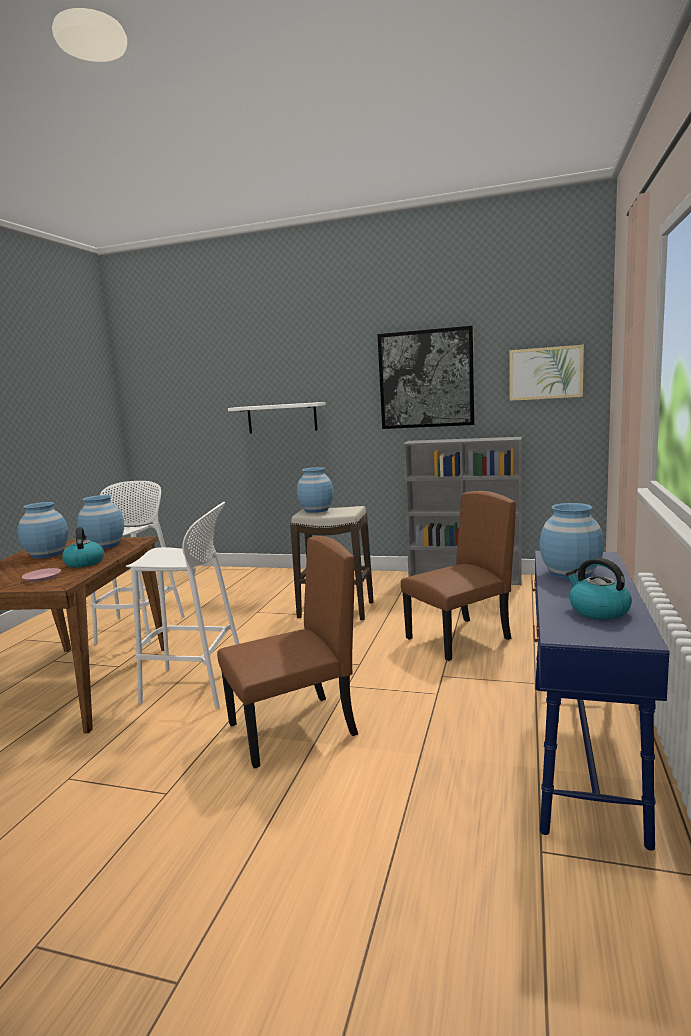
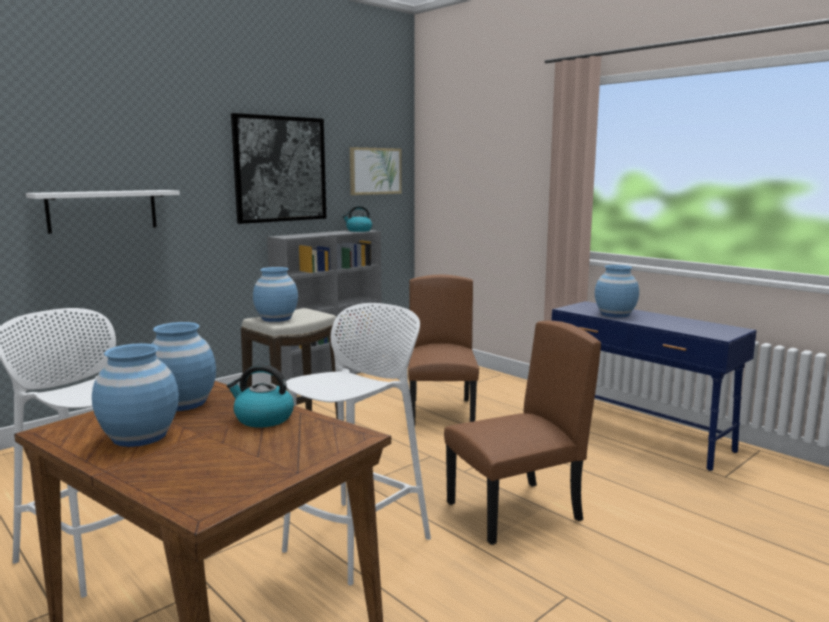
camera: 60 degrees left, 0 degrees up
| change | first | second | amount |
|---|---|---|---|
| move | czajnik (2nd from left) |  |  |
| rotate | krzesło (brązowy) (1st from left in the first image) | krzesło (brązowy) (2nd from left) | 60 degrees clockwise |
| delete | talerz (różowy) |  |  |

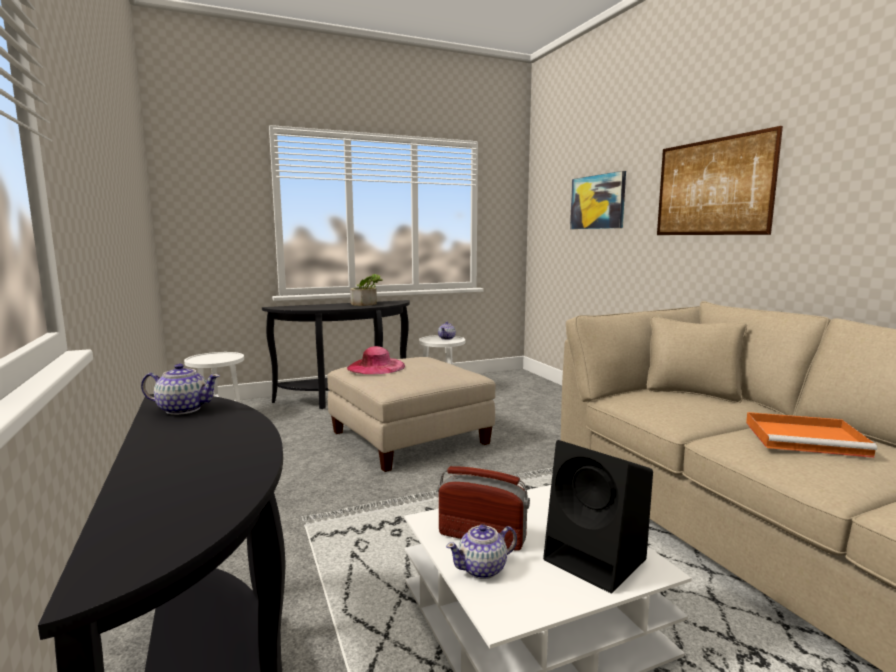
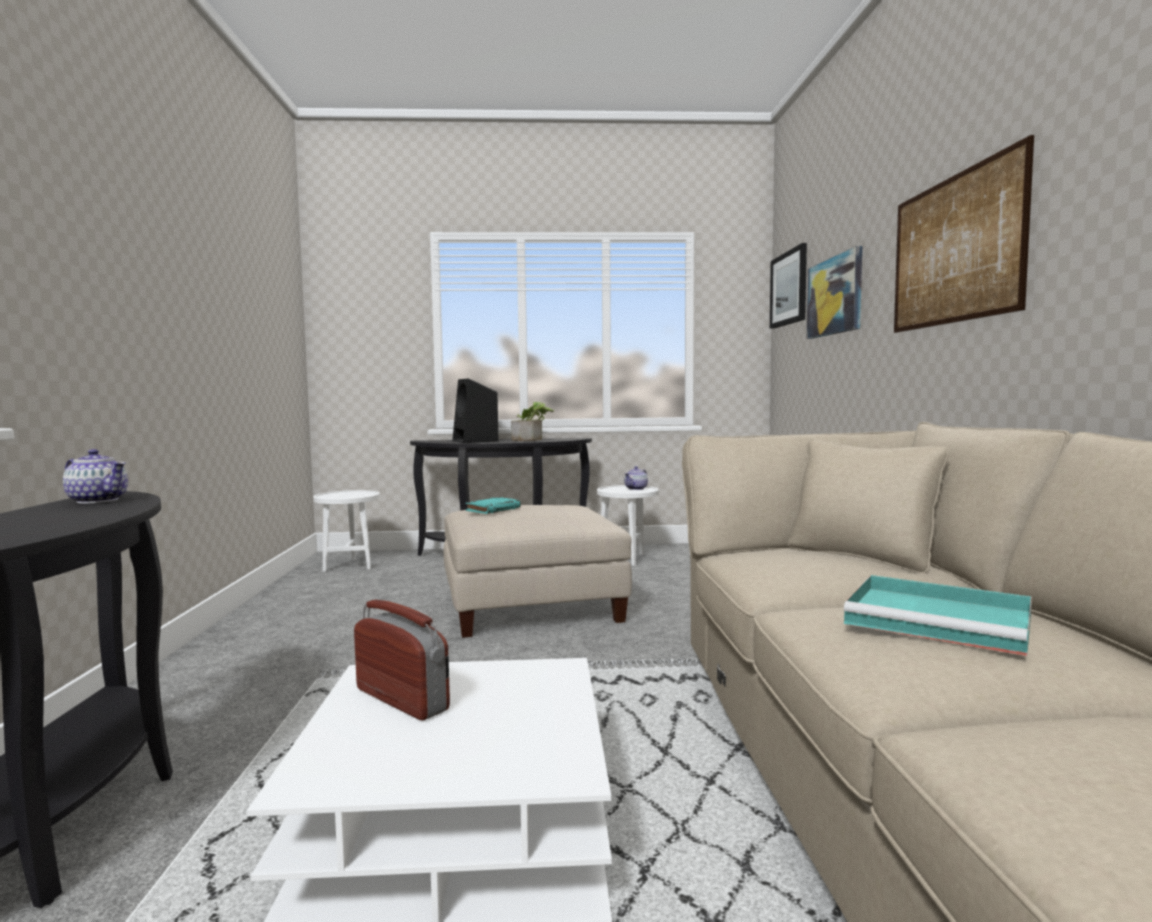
camera: 20 degrees right, 5 degrees down
| change | first | second | amount |
|---|---|---|---|
| move | głośnik (czarny) |  |  |
| replace | kapelusz (różowy) | książka (turkusowy) |  |
| insert |  | obraz (1st from left) |  |
| recolor | taca (pomarańczowy) | taca (turkusowy) |  |
| delete | imbryk (3rd from left) |  |  |

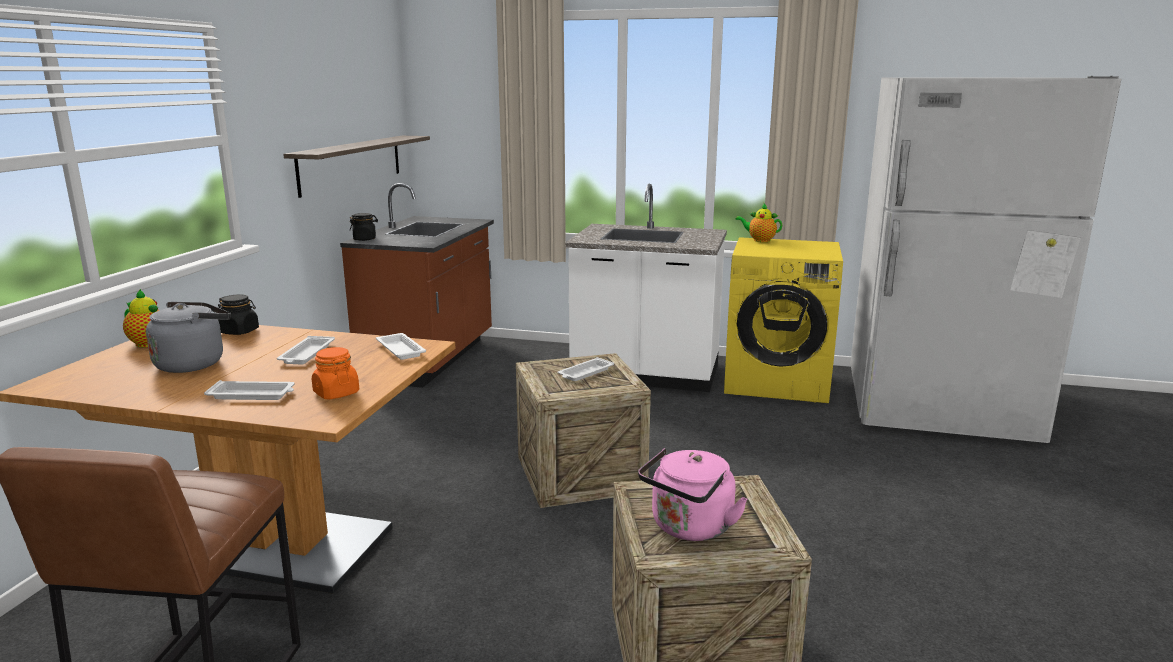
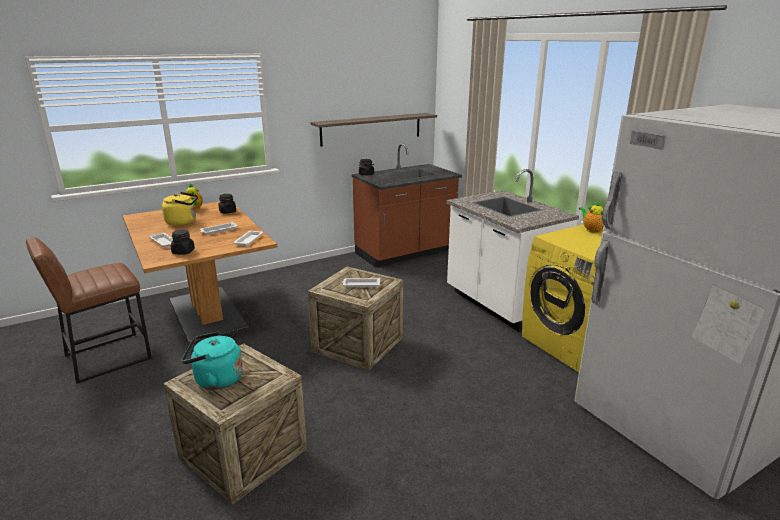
camera: 45 degrees right, 5 degrees up
| change | first | second | amount |
|---|---|---|---|
| recolor | czajnik (szary) | czajnik (żółty) |  |
| recolor | słoik (pomarańczowy) | słoik (czarny) (1st from left) |  |
| recolor | czajnik (różowy) | czajnik (turkusowy) |  |

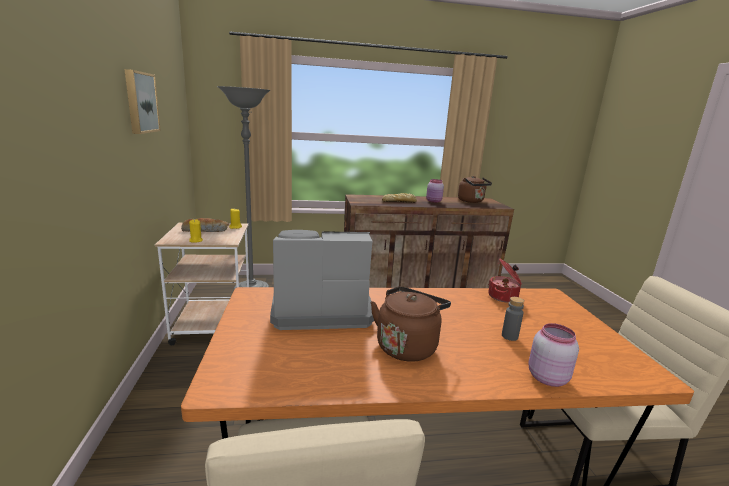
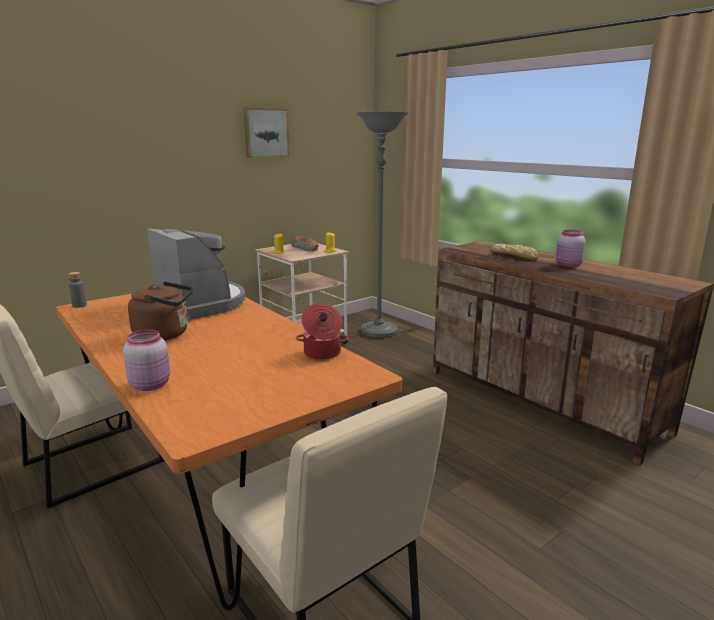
camera: 60 degrees right, 0 degrees up
| change | first | second | amount |
|---|---|---|---|
| move | butelka (szary) |  |  |
| delete | czajnik (brązowy) (2nd from left) |  |  |

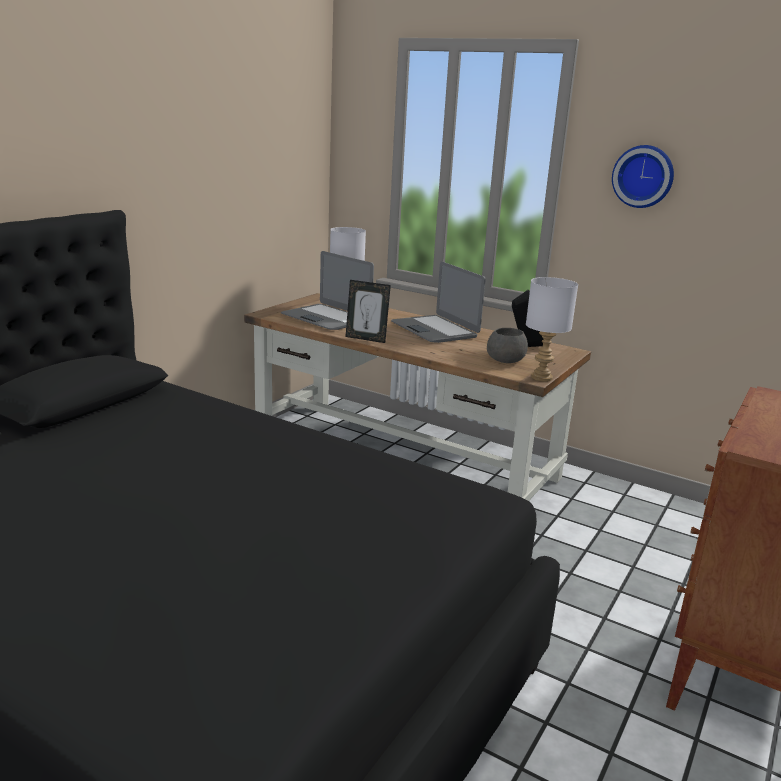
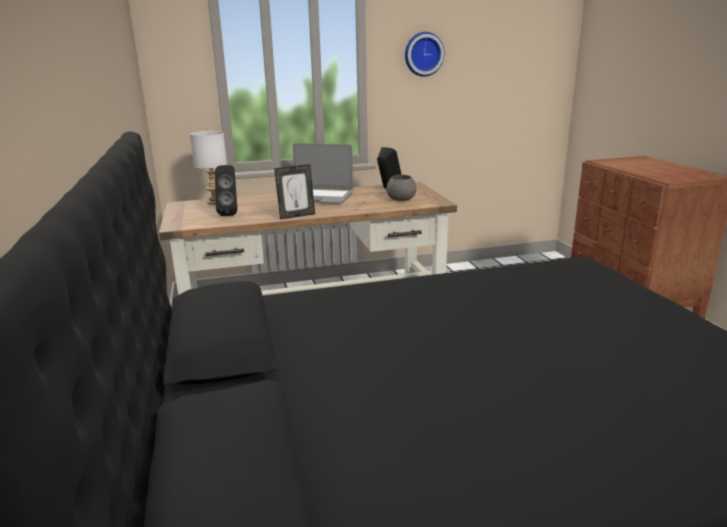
camera: 45 degrees left, 0 degrees up
| change | first | second | amount |
|---|---|---|---|
| replace | laptop (1st from left) | głośnik (czarny) (1st from left) |  |
| delete | lampa stołowa (biały) (2nd from left) |  |  |

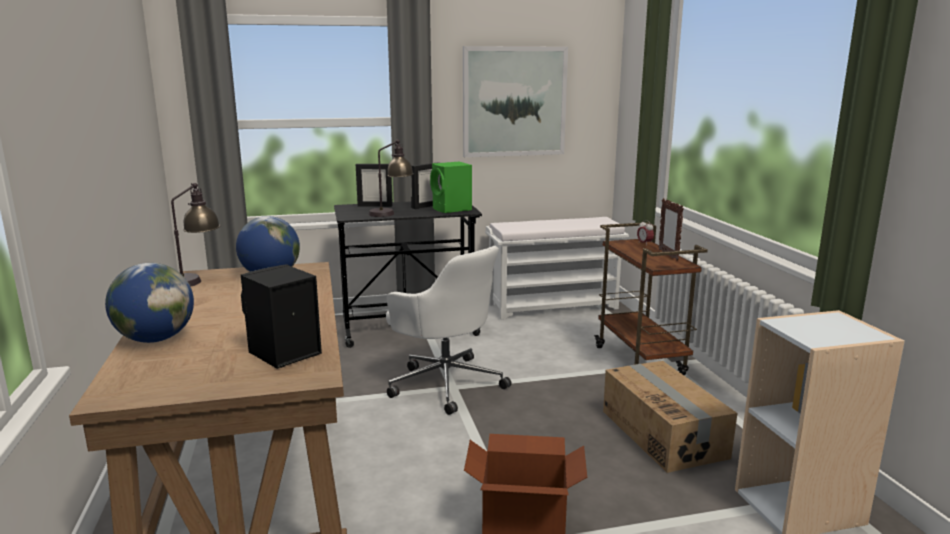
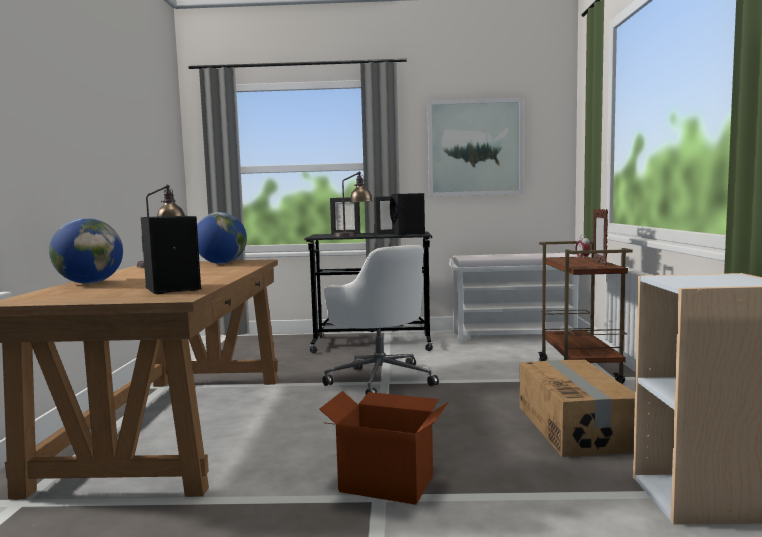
camera: 15 degrees right, 10 degrees down
| change | first | second | amount |
|---|---|---|---|
| recolor | głośnik (zielony) | głośnik (czarny) (2nd from left) |  |

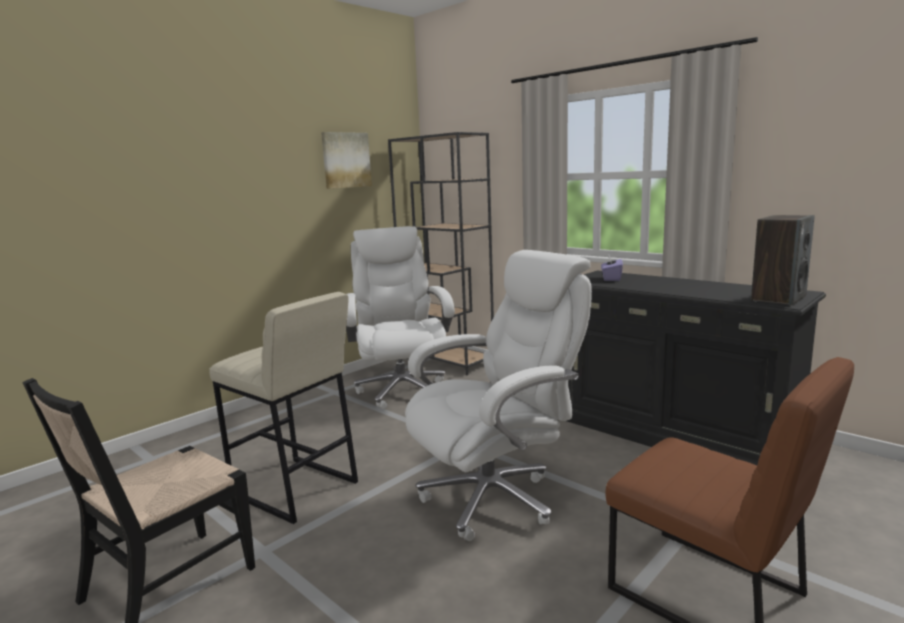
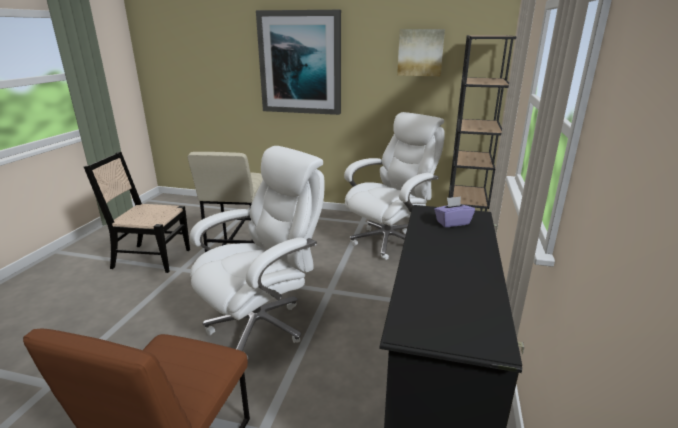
camera: 60 degrees right, 10 degrees up
| change | first | second | amount |
|---|---|---|---|
| rotate | krzesło biurowe (biały) (2nd from left in the first image) | krzesło biurowe (biały) (1st from left) | 75 degrees counterclockwise |
| insert |  | obraz (1st from left) |  |
| delete | głośnik |  |  |

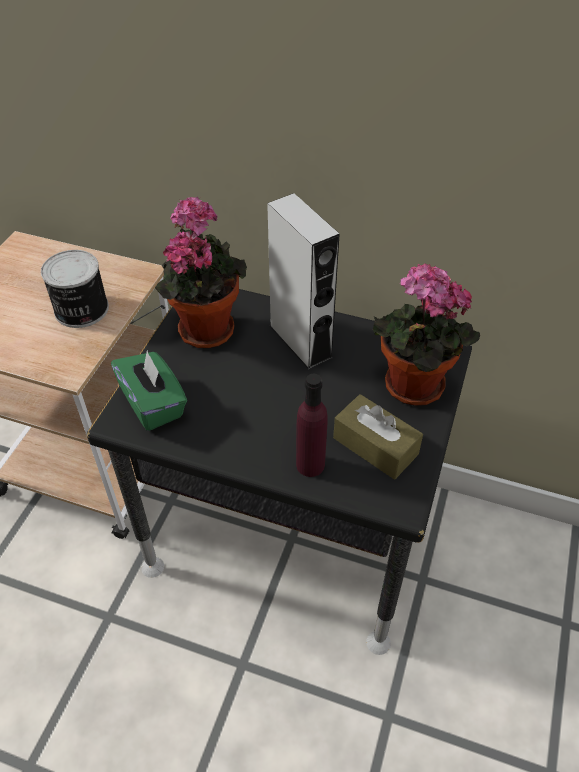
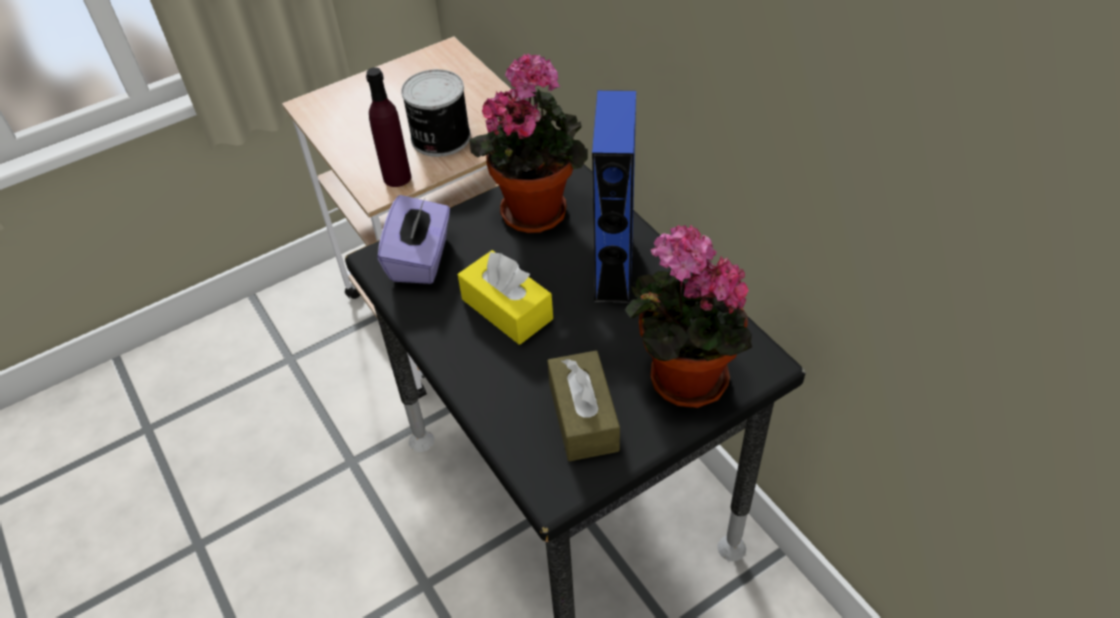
camera: 40 degrees right, 0 degrees up
| change | first | second | amount |
|---|---|---|---|
| move | butelka (fioletowy) |  |  |
| recolor | pudełko chusteczek (zielony) | pudełko chusteczek (fioletowy) |  |
| insert |  | pudełko chusteczek (żółty) |  |
| recolor | głośnik (szary) | głośnik (niebieski) |  |

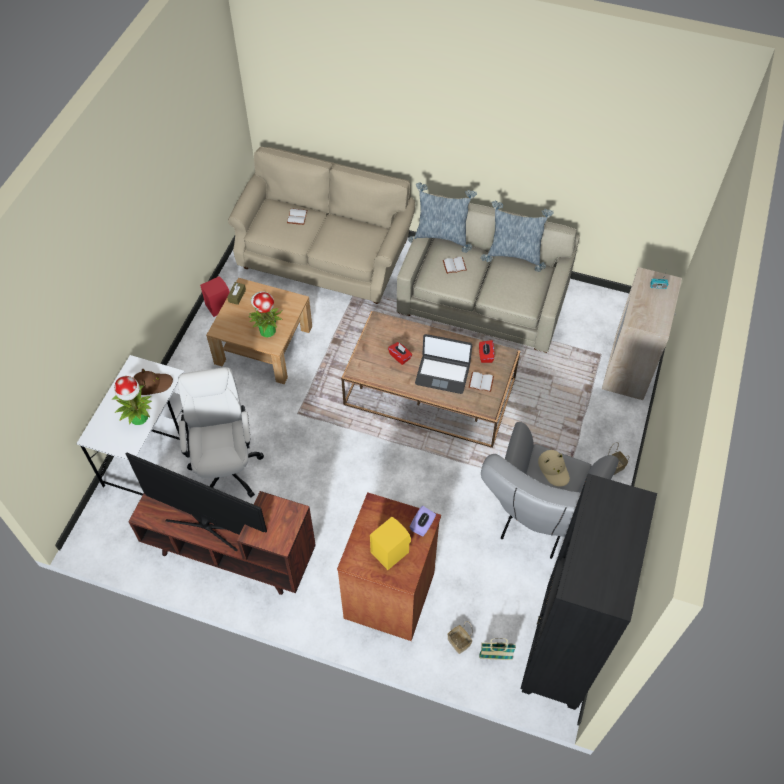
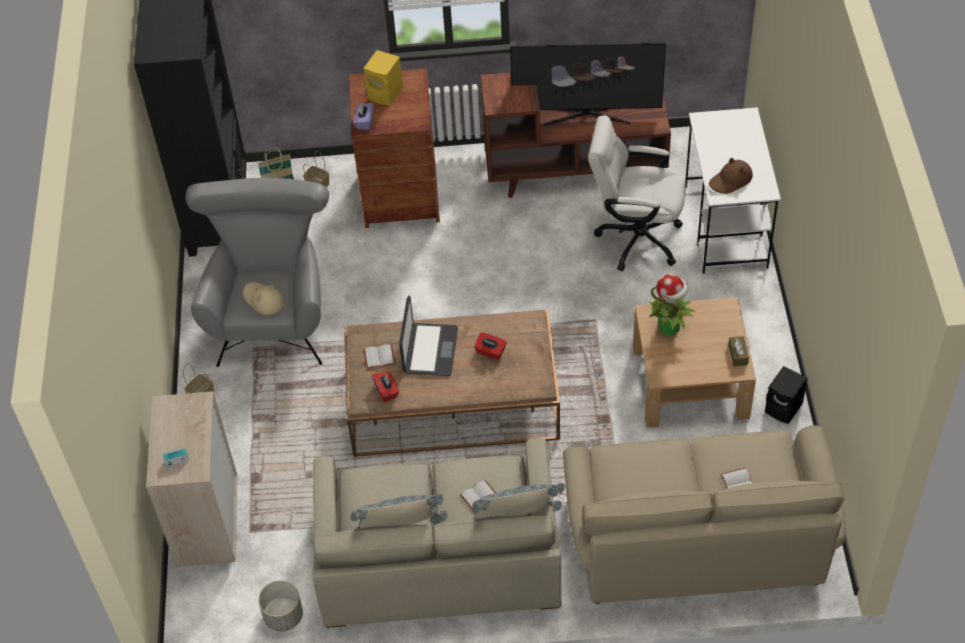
camera: 160 degrees right, 5 degrees down
| change | first | second | amount |
|---|---|---|---|
| insert |  | donica (szary) |  |
| rotate | laptop |  | 105 degrees clockwise |
| rotate | krzesło biurowe (biały) |  | 135 degrees clockwise |
| recolor | głośnik (czerwony) | głośnik (czarny) |  |
| delete | roślina doniczkowa (1st from left) |  |  |

